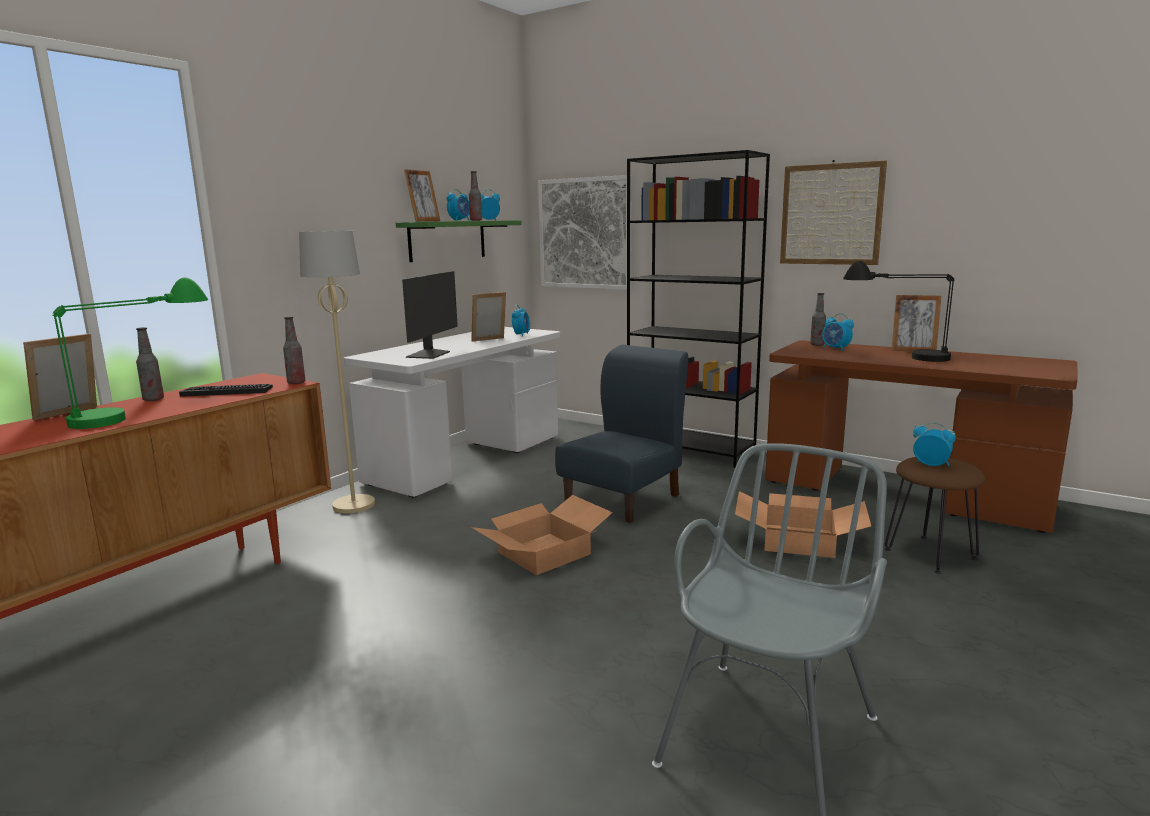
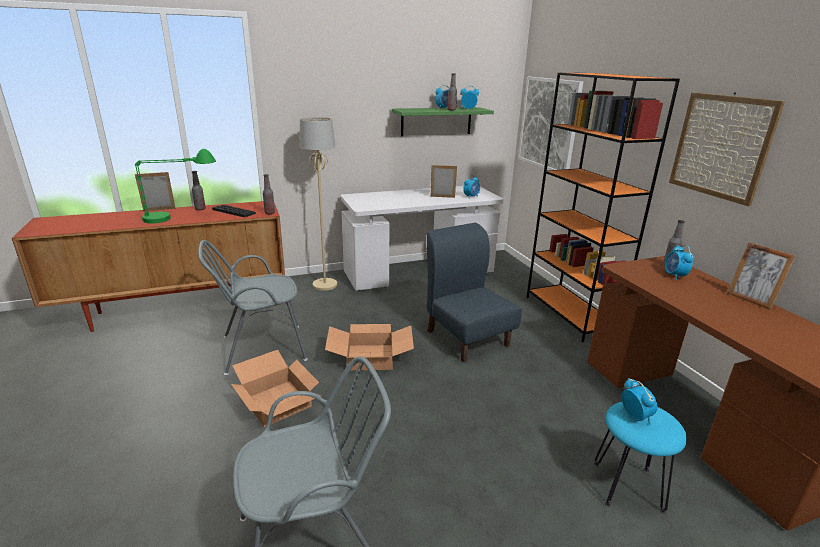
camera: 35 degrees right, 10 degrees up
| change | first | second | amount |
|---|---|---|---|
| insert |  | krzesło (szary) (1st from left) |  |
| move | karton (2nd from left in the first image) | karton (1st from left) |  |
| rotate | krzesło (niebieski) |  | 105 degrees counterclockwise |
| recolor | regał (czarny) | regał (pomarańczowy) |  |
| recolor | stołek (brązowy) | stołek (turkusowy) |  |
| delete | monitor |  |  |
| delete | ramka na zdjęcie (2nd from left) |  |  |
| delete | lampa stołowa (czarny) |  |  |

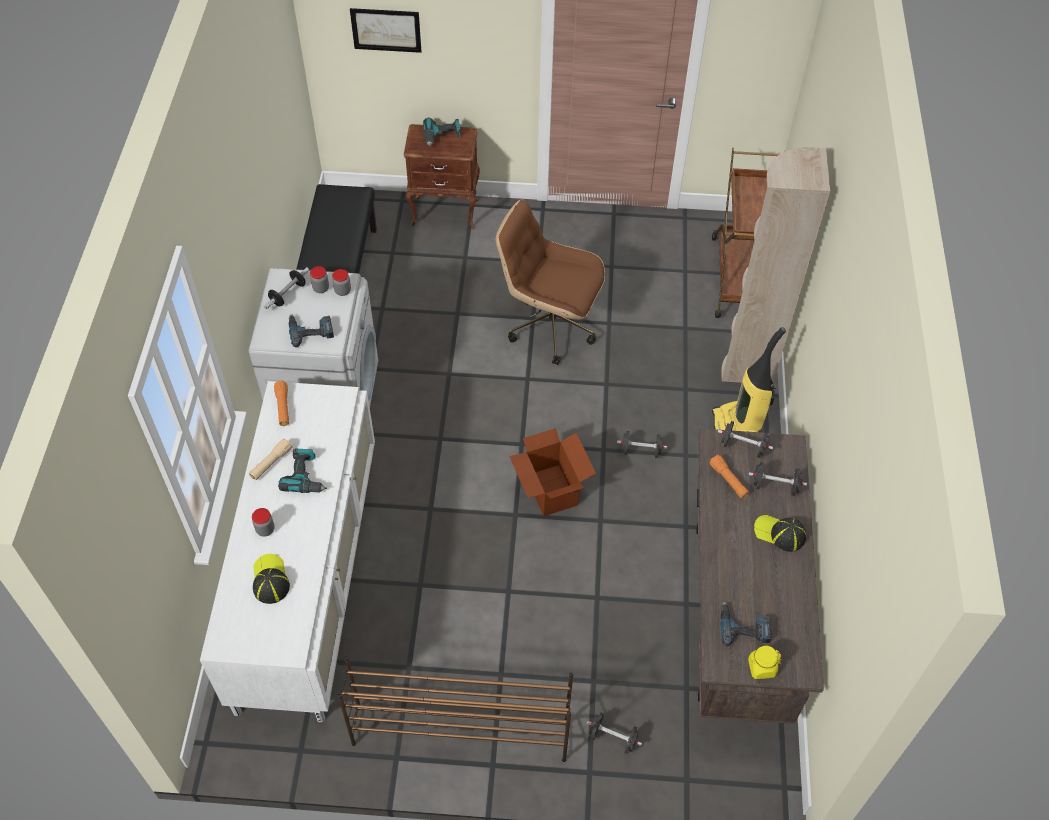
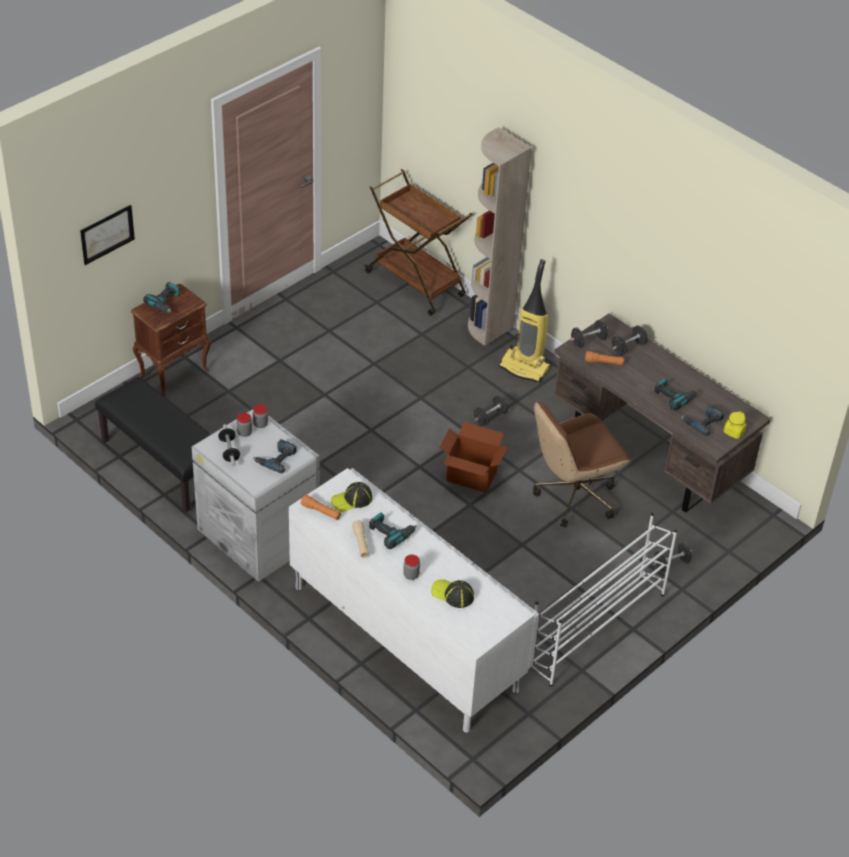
camera: 50 degrees left, 10 degrees down
| change | first | second | amount |
|---|---|---|---|
| move | czapka z daszkiem (2nd from left in the first image) | czapka z daszkiem (1st from left) |  |
| recolor | regał na buty (brązowy) | regał na buty (biały) |  |
| move | krzesło biurowe (brązowy) |  |  |
| insert |  | wiertarka (4th from left) |  |

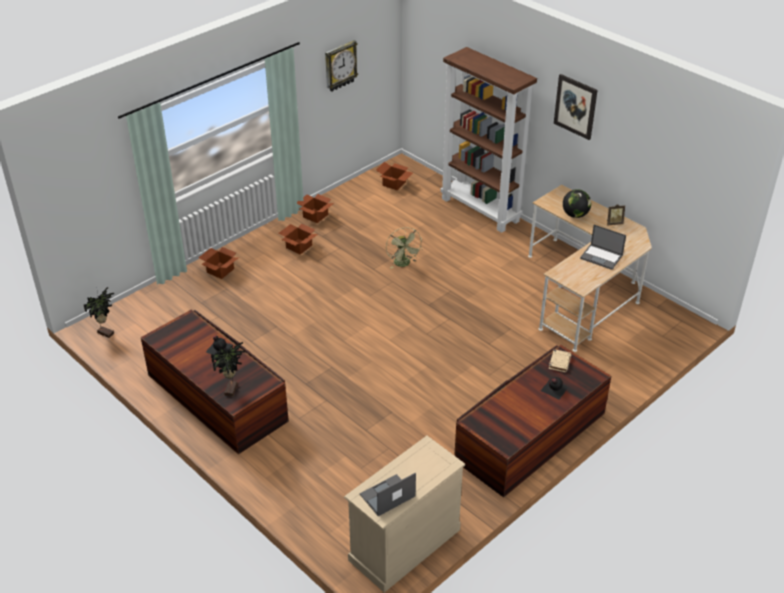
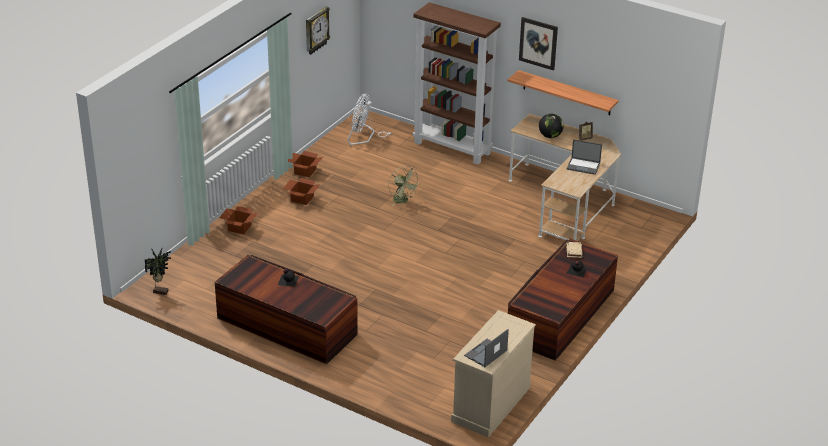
camera: 15 degrees left, 5 degrees down
| change | first | second | amount |
|---|---|---|---|
| replace | karton (4th from left) | wentylator (biały) |  |
| insert |  | półka |  |
| delete | roślina doniczkowa (2nd from left) |  |  |

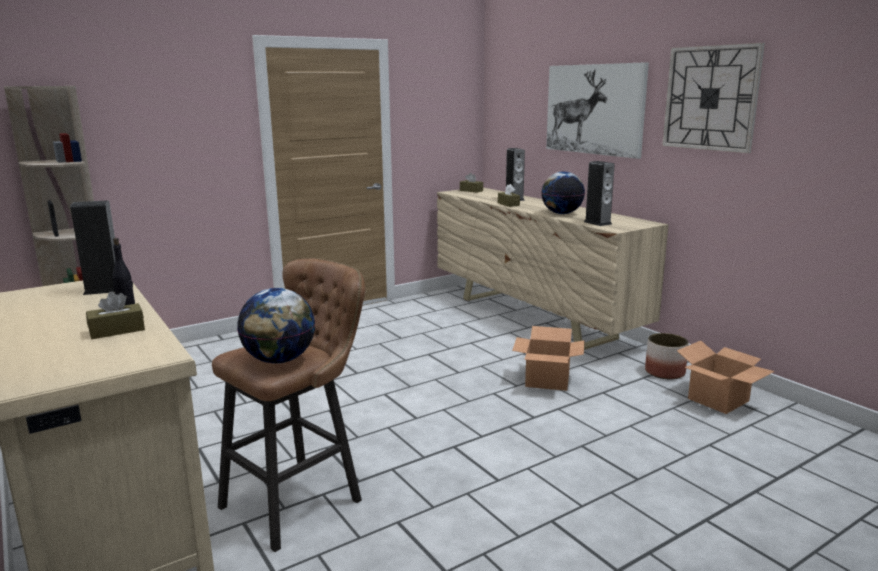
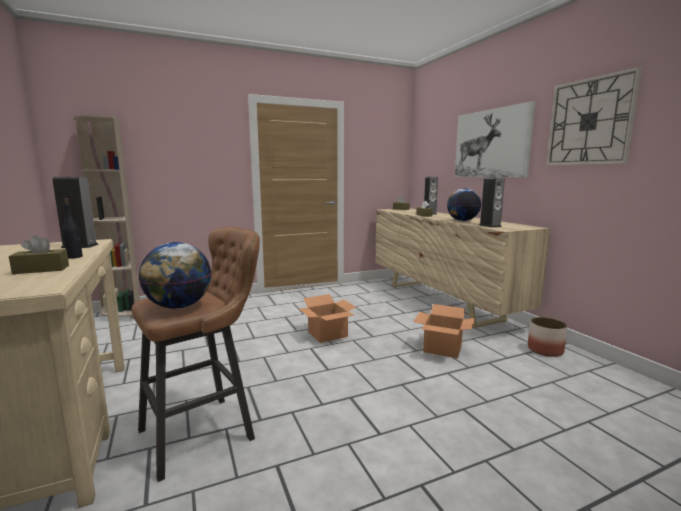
camera: 10 degrees right, 5 degrees down
| change | first | second | amount |
|---|---|---|---|
| move | karton (2nd from left in the first image) | karton (1st from left) |  |

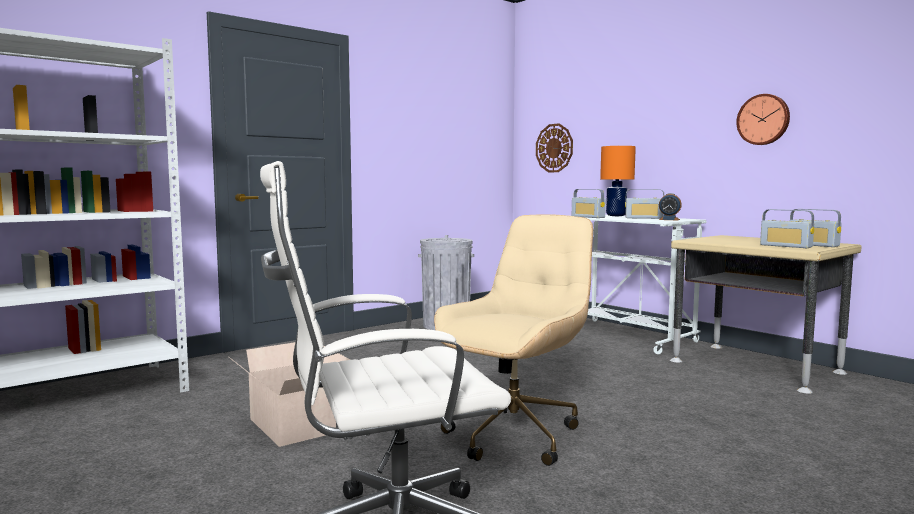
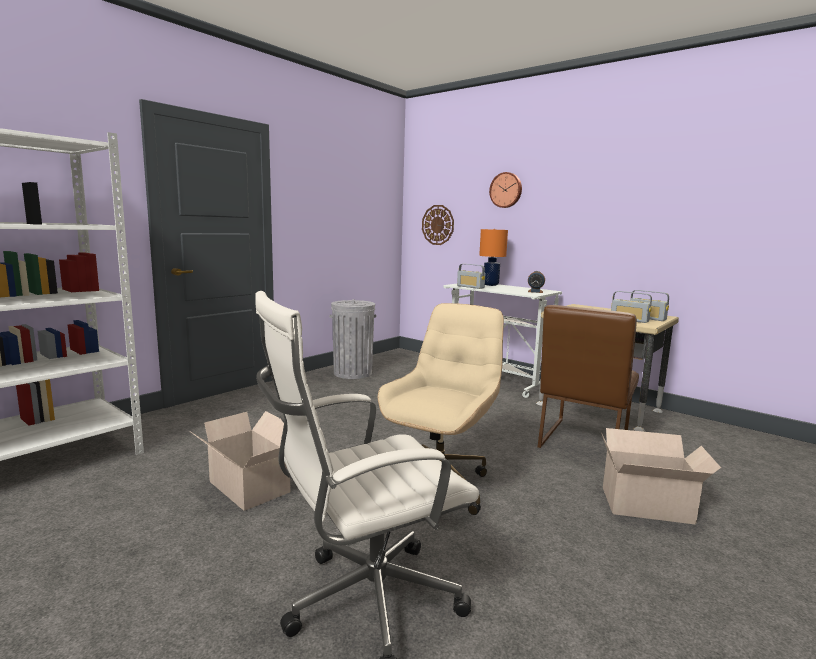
camera: 10 degrees left, 5 degrees up
| change | first | second | amount |
|---|---|---|---|
| move | zegar ścienny (2nd from left) |  |  |
| insert |  | krzesło (brązowy) |  |
| insert |  | karton (2nd from left) |  |
| delete | radio (2nd from left) |  |  |

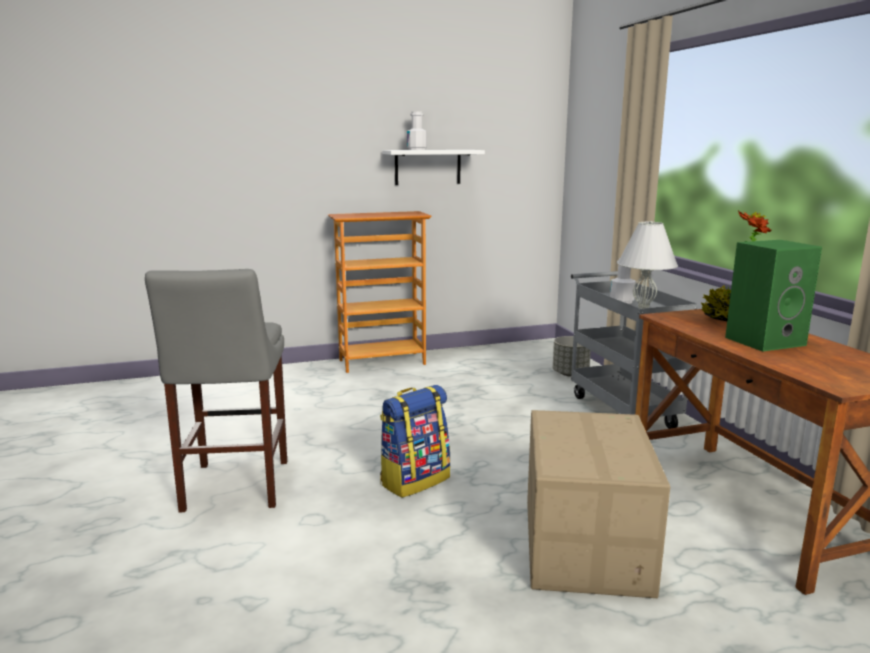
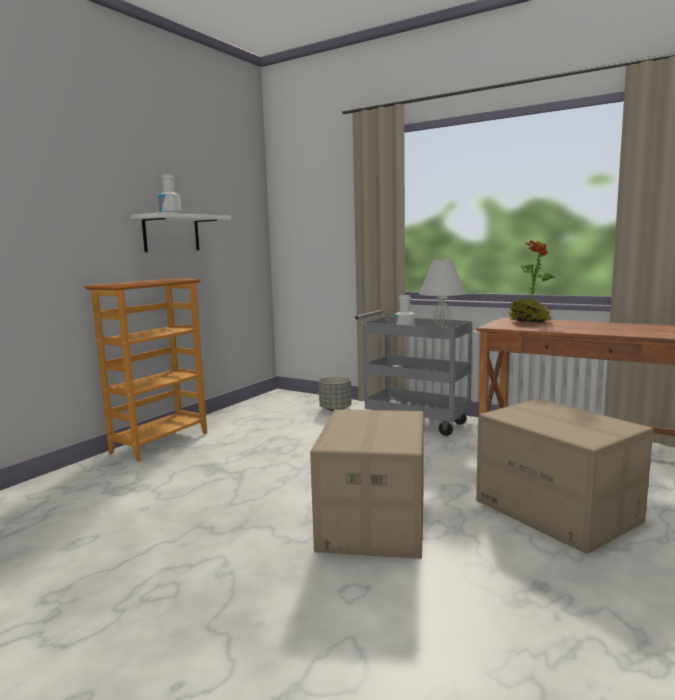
camera: 40 degrees left, 5 degrees down
| change | first | second | amount |
|---|---|---|---|
| replace | plecak | karton (1st from left) |  |
| delete | stołek (szary) |  |  |
| delete | głośnik (zielony) |  |  |

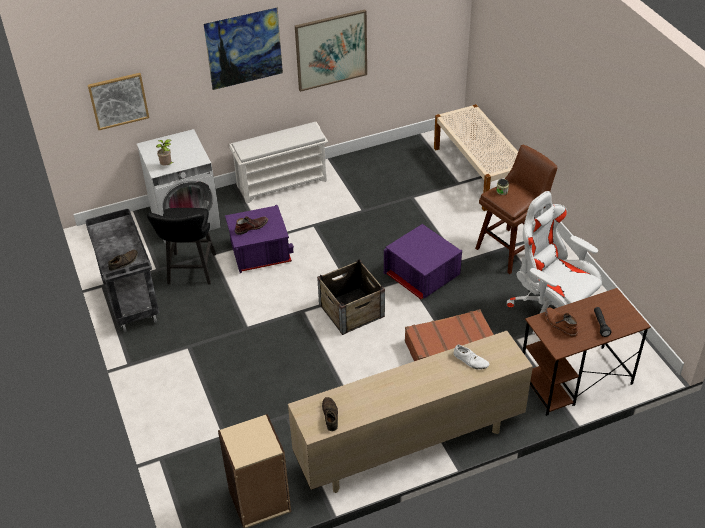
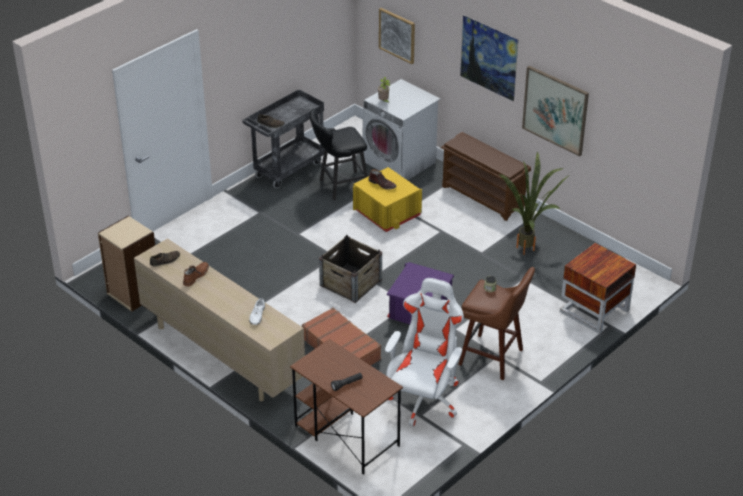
camera: 65 degrees right, 5 degrees down
| change | first | second | amount |
|---|---|---|---|
| move | but z cholewką (brązowy) (2nd from left in the first image) | but z cholewką (brązowy) (1st from left) |  |
| recolor | pojemnik do przechowywania (fioletowy) (1st from left) | pojemnik do przechowywania (żółty) |  |
| recolor | regał na buty (biały) | regał na buty (brązowy) |  |
| insert |  | roślina doniczkowa (2nd from left) |  |
| replace | ławka (beżowy) | szafka nocna |  |

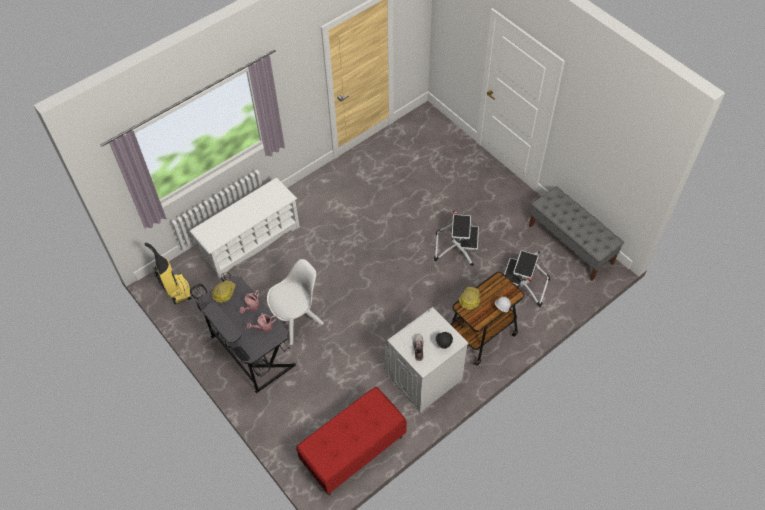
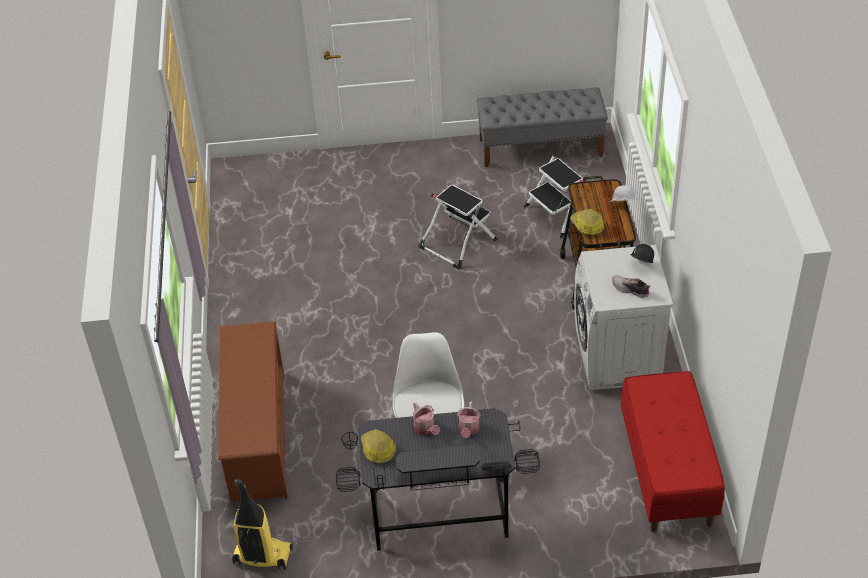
camera: 55 degrees left, 10 degrees down
| change | first | second | amount |
|---|---|---|---|
| recolor | regał na buty (biały) | regał na buty (brązowy) |  |

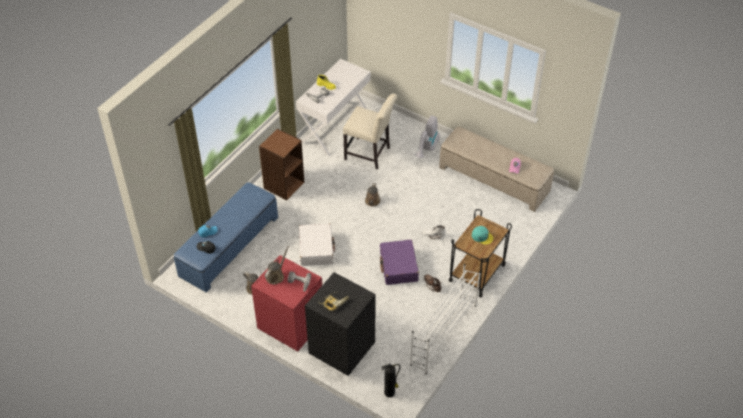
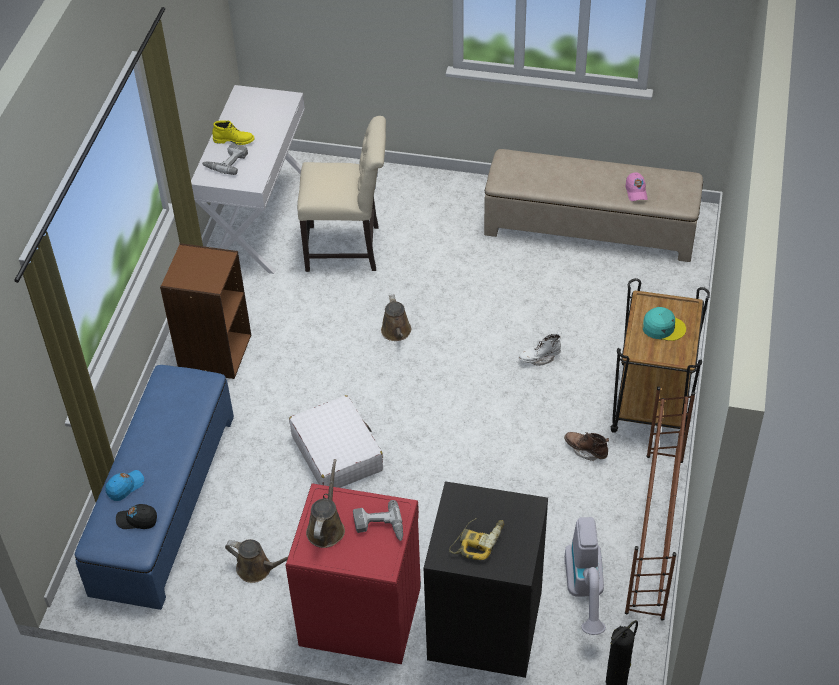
camera: 20 degrees left, 0 degrees up
| change | first | second | amount |
|---|---|---|---|
| move | odkurzacz |  |  |
| recolor | regał na buty (biały) | regał na buty (brązowy) |  |
| delete | walizka (fioletowy) |  |  |

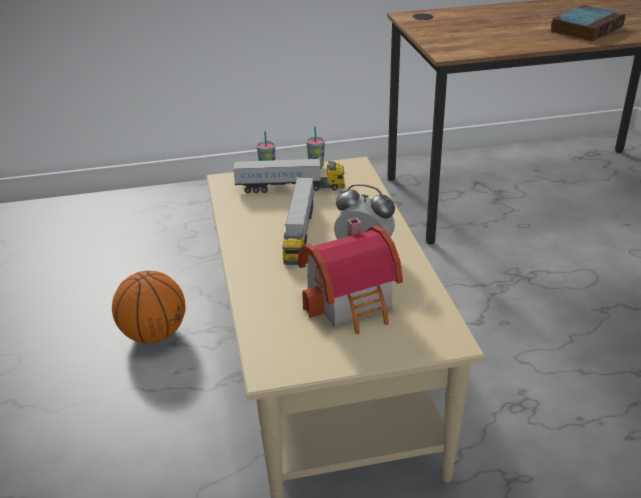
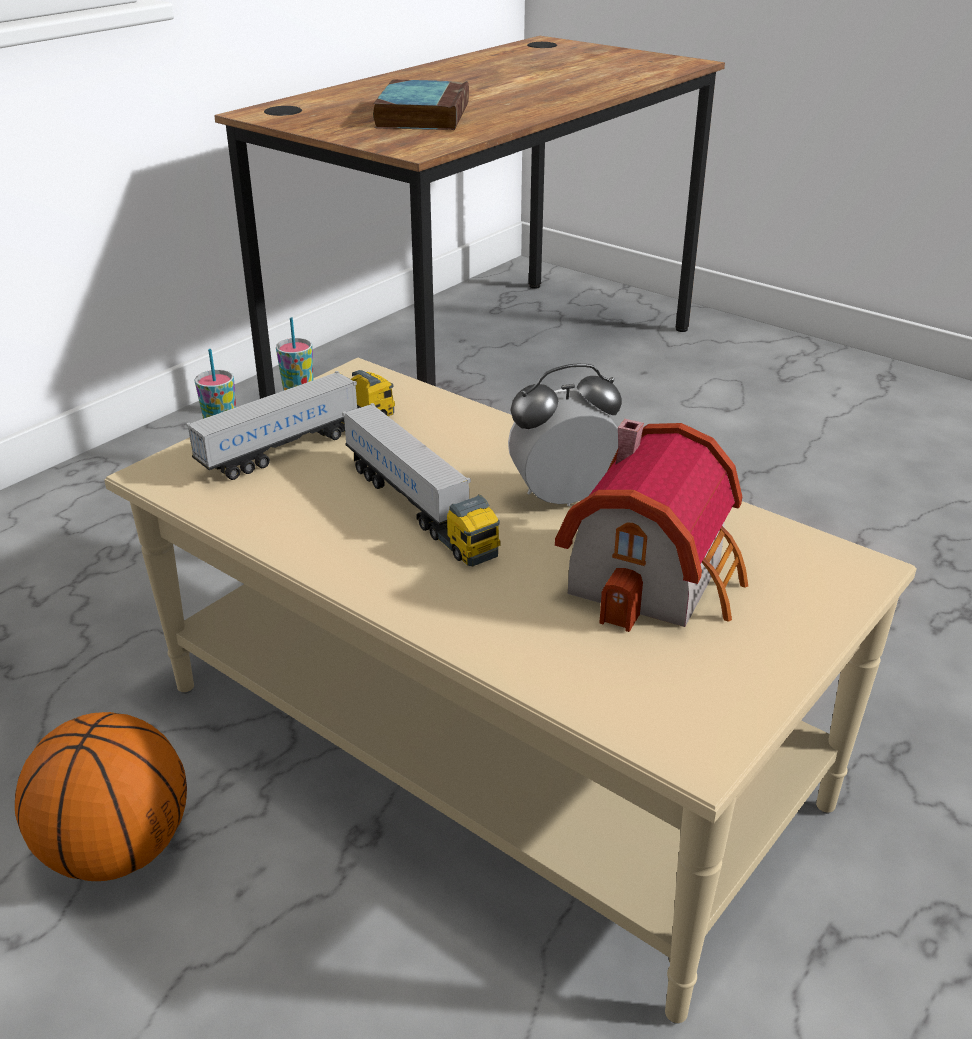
camera: 40 degrees left, 0 degrees up
| change | first | second | amount |
|---|---|---|---|
| move | książka |  |  |

